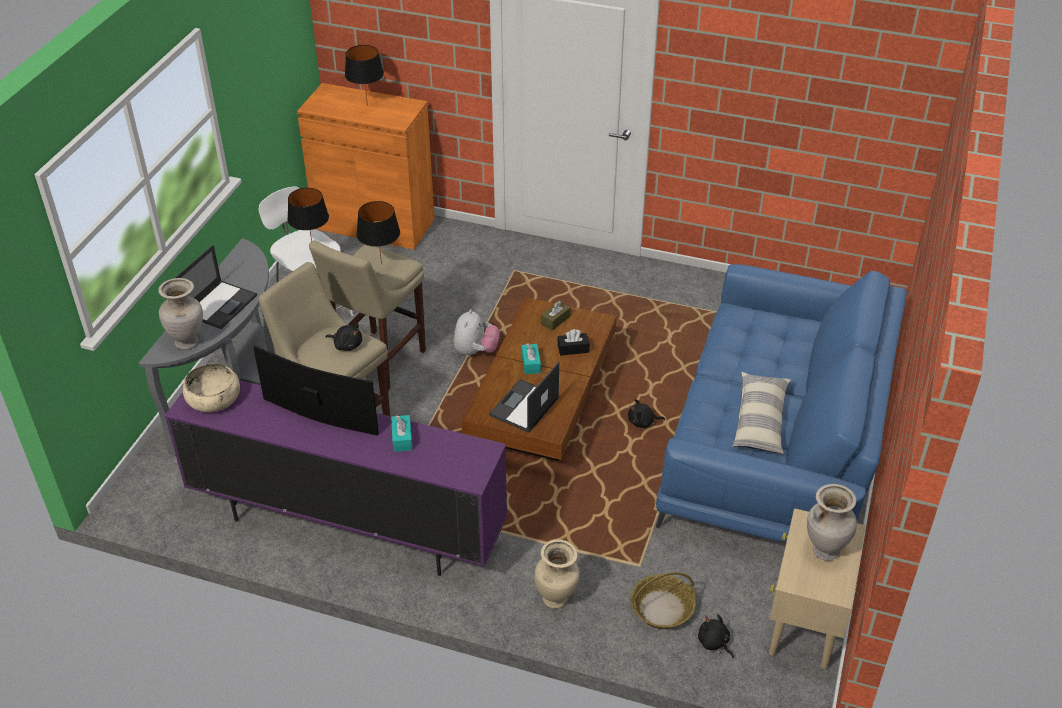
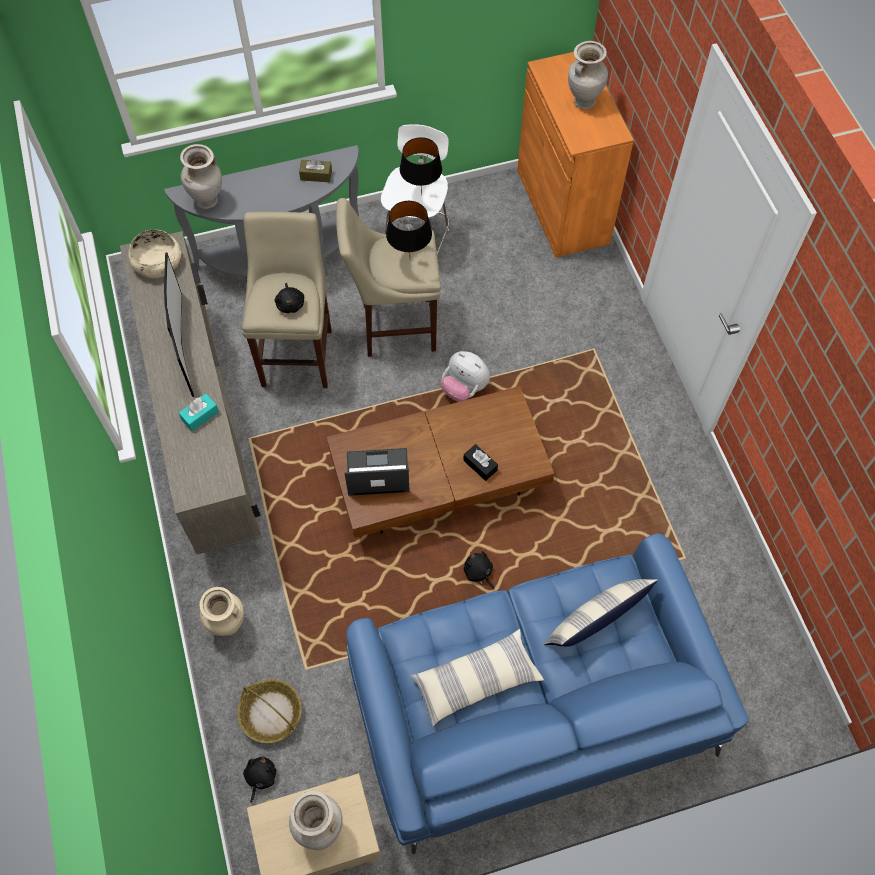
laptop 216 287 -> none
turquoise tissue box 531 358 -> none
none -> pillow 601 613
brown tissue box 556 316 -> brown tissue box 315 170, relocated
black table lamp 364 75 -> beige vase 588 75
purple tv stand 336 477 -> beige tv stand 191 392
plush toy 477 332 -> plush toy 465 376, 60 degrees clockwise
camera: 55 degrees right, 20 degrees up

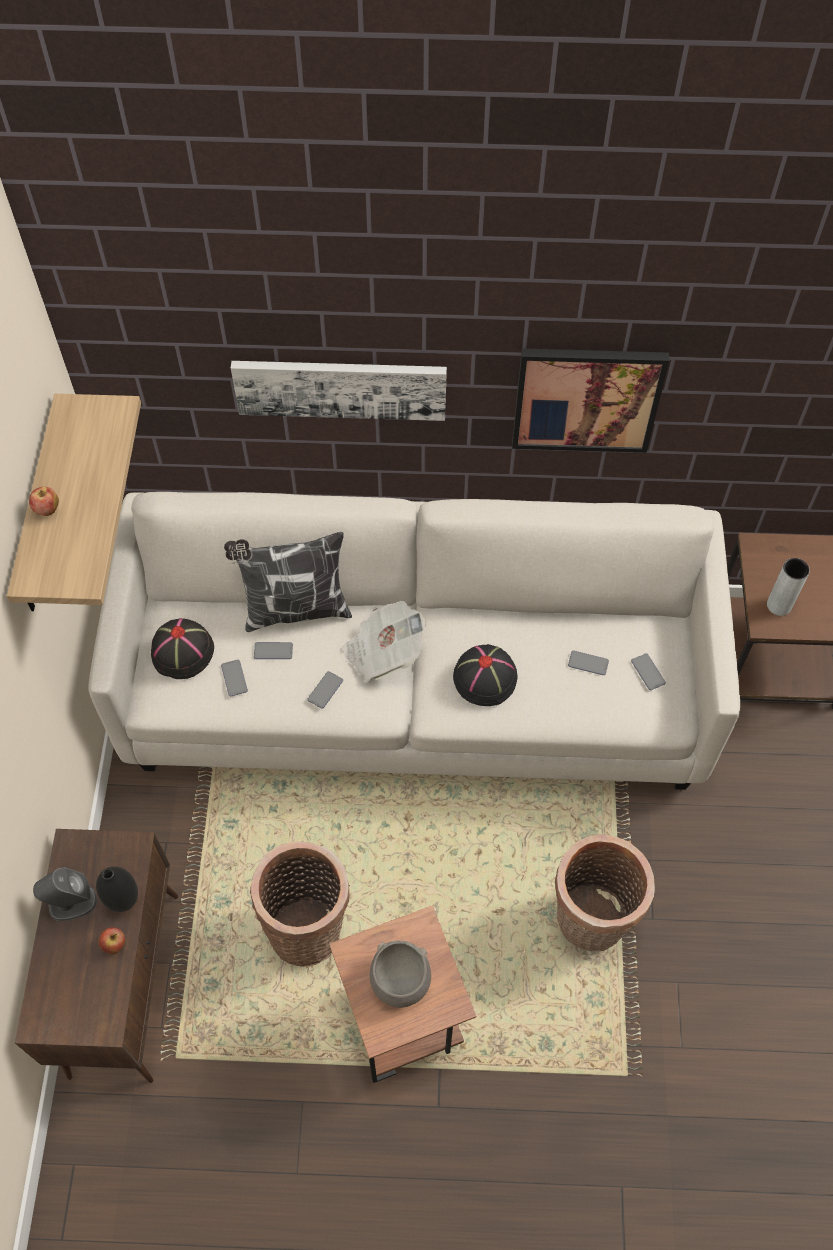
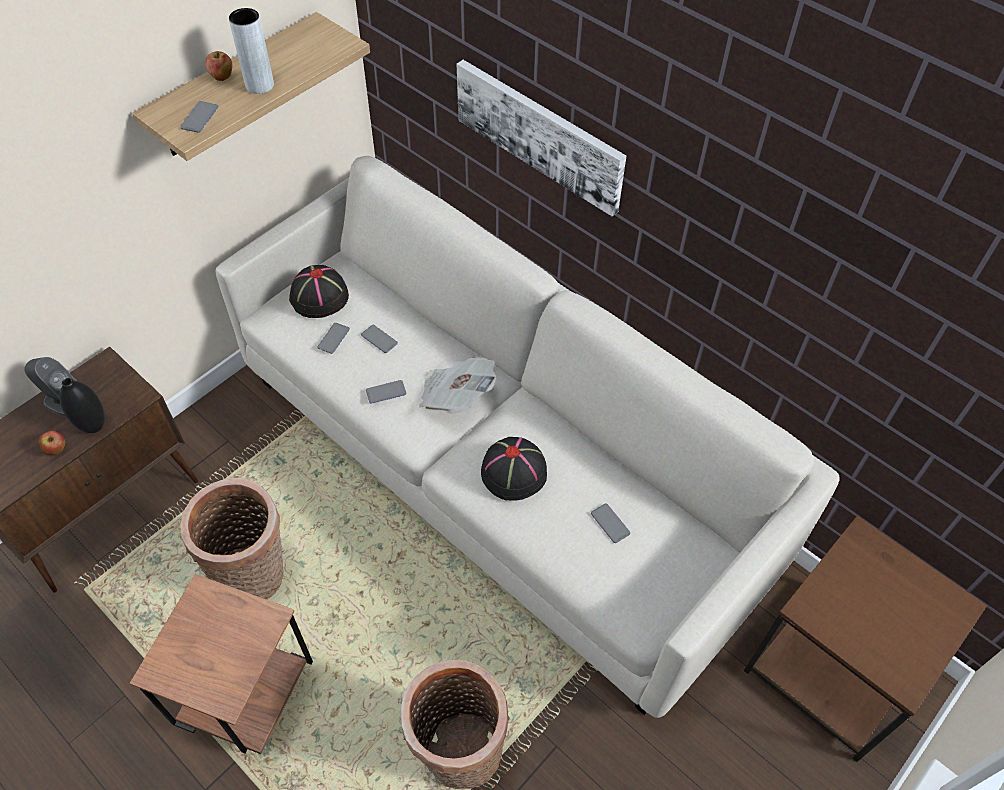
pillow 288 582 -> none
grey bowl 400 974 -> none
picture 590 400 -> none
phone 648 671 -> phone 199 117, relocated
grey vase 788 587 -> grey vase 251 51, relocated
camera: 40 degrees right, 5 degrees down

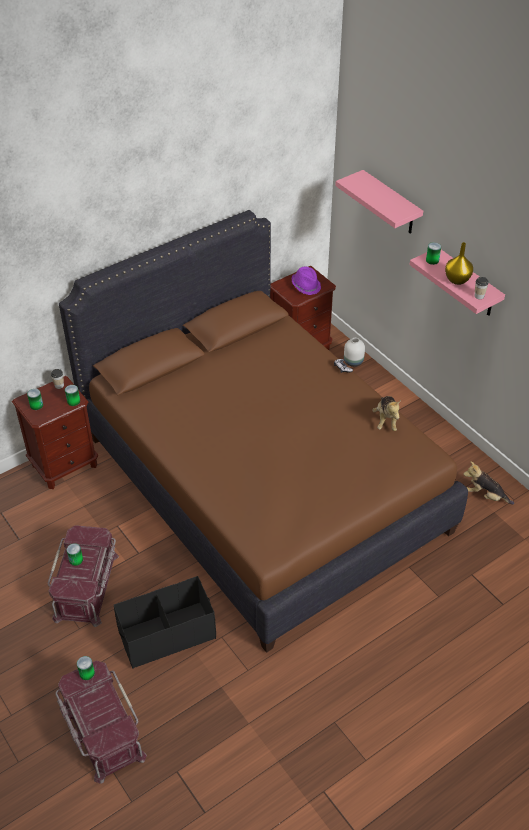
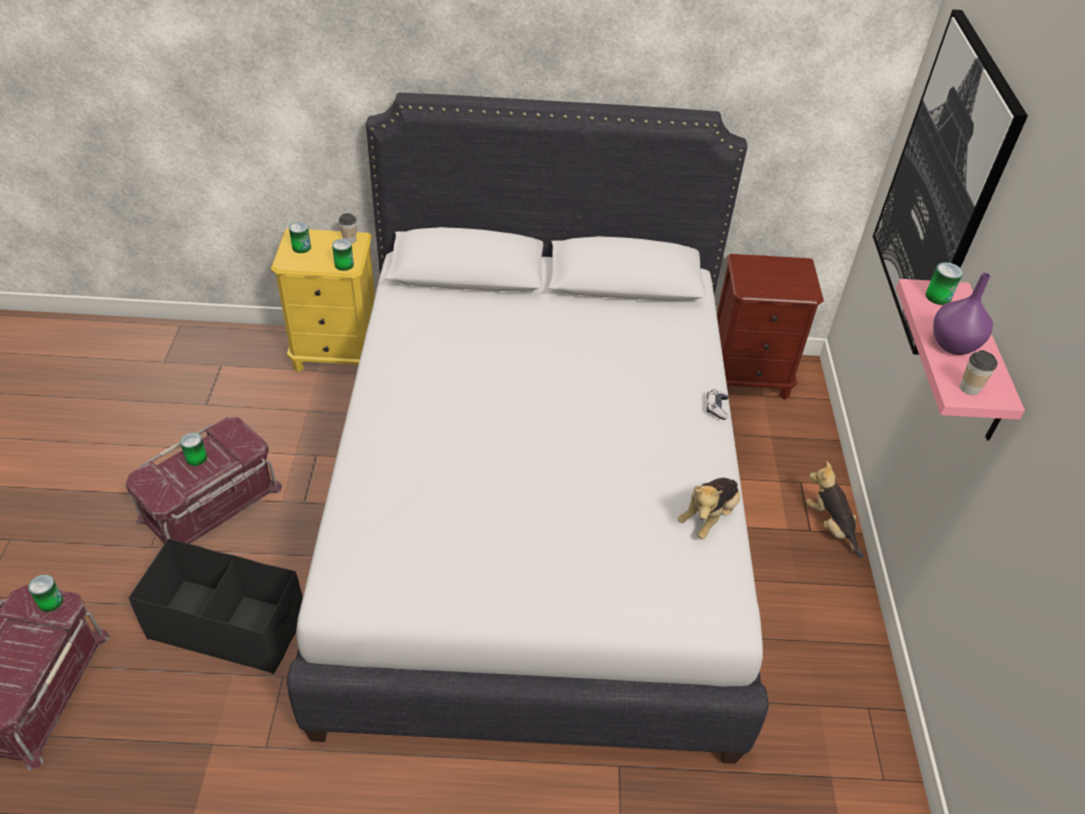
purple hat 306 281 -> none
white vase 354 352 -> none
plush toy 488 483 -> plush toy 835 509, relocated
pink shelf 379 202 -> picture 950 182
brown nightstand 55 432 -> yellow nightstand 323 300
brown bed 263 431 -> white bed 528 428
yellow vase 459 263 -> purple vase 963 314
camera: 35 degrees right, 0 degrees up

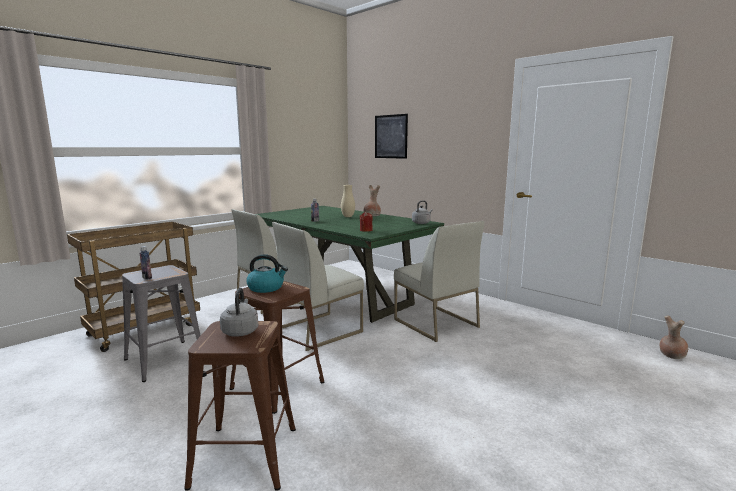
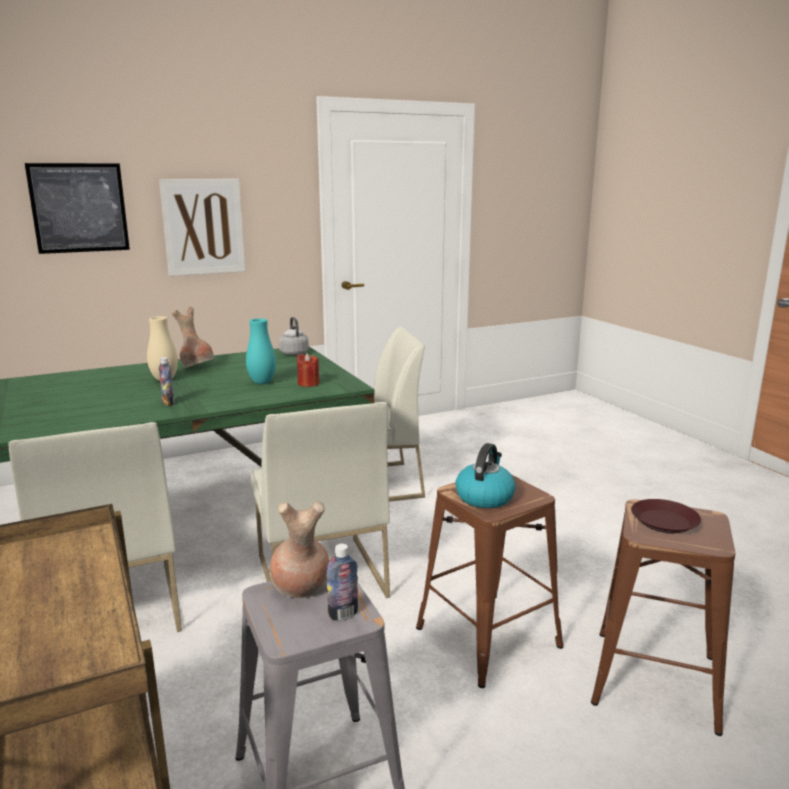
none -> picture 202 227
none -> turquoise vase 261 351
brown vase 674 337 -> brown vase 300 549, relocated
grey kettle 239 312 -> brown plate 666 516
camera: 70 degrees left, 5 degrees up

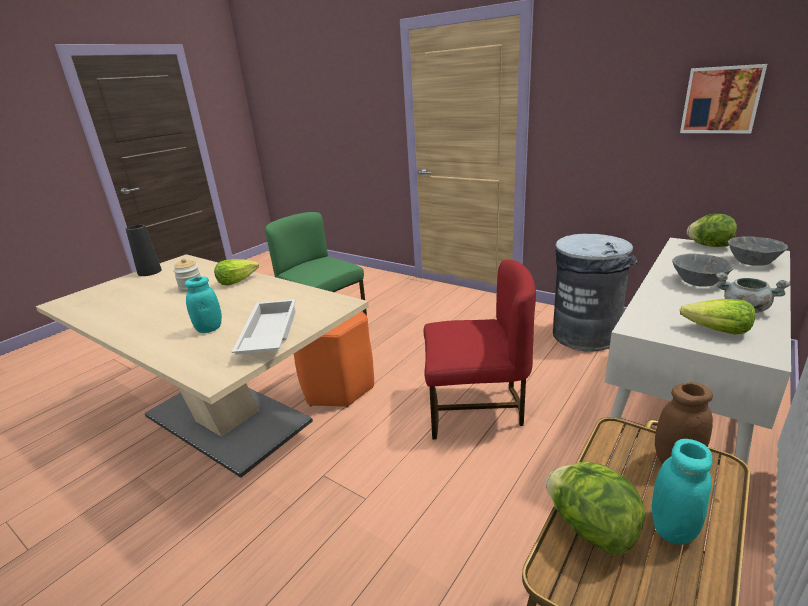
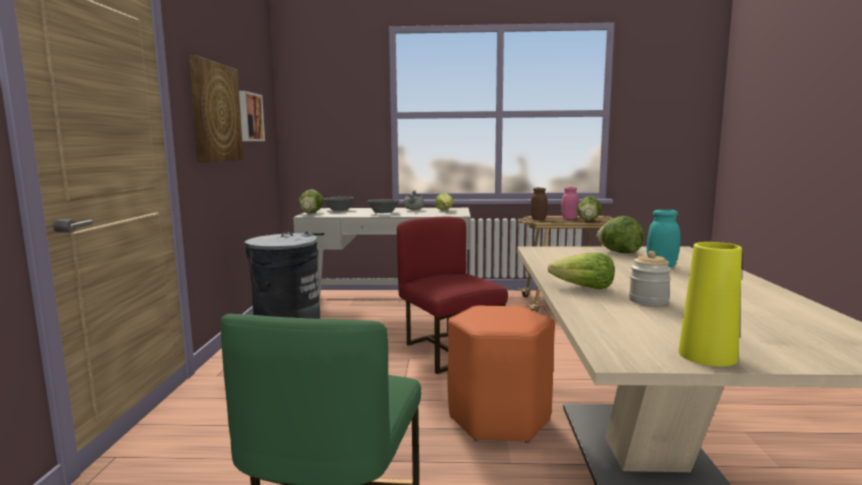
none -> picture 216 109
white tray 264 327 -> lettuce 620 234
black vase 144 250 -> yellow vase 710 304
turquoise jar 682 492 -> pink jar 570 203
camera: 125 degrees left, 15 degrees down

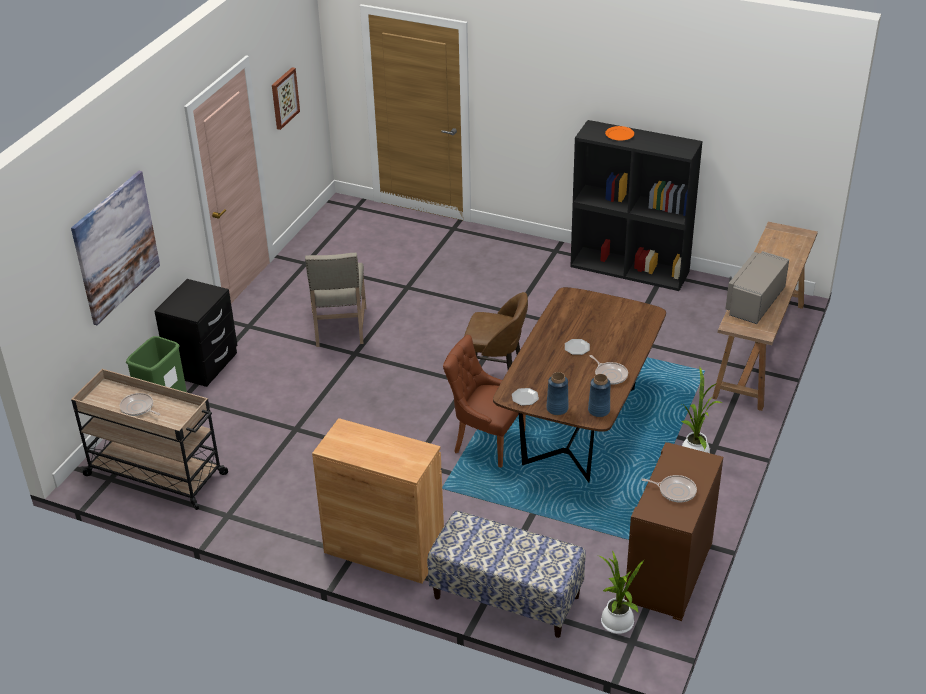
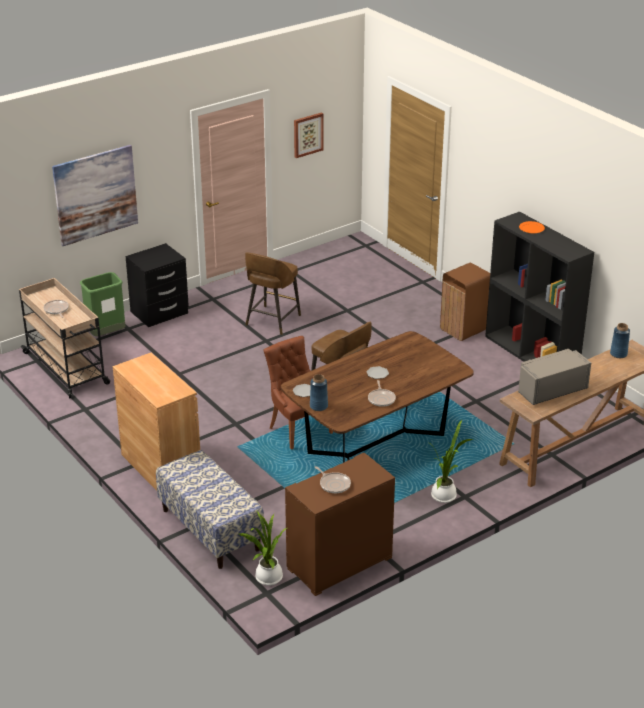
none -> brown trash can 465 302
blue vase 599 395 -> blue vase 620 340, relocated
beige chair 335 300 -> brown stool 273 293
camera: 30 degrees right, 5 degrees down

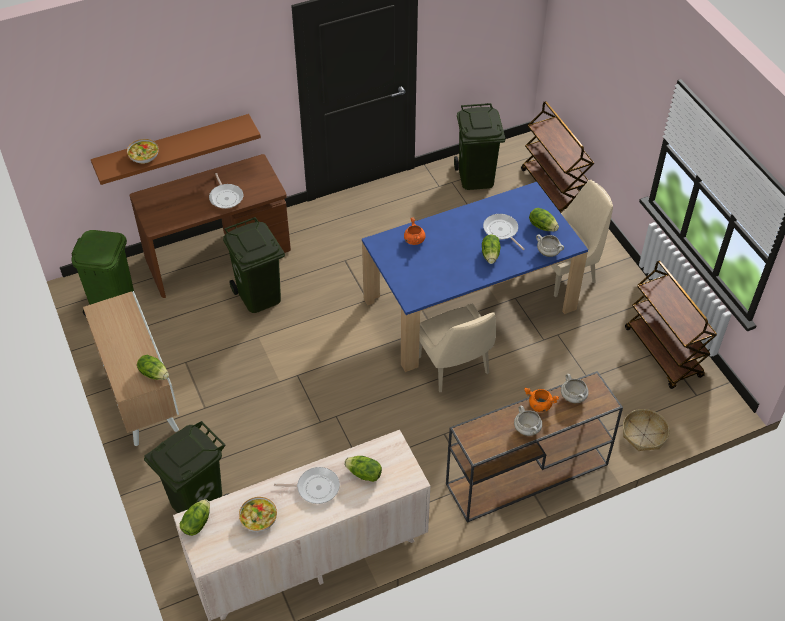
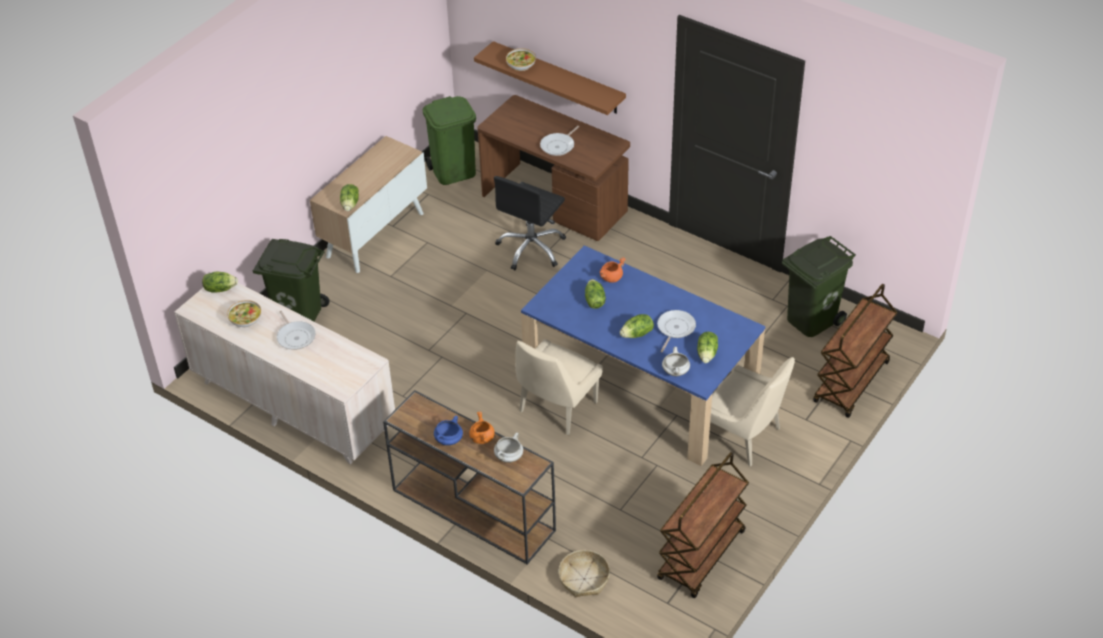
lettuce 363 469 -> lettuce 595 294, relocated
green trash can 254 265 -> black office chair 530 223
white cooking pot 528 421 -> blue cooking pot 448 431
camera: 60 degrees right, 5 degrees down

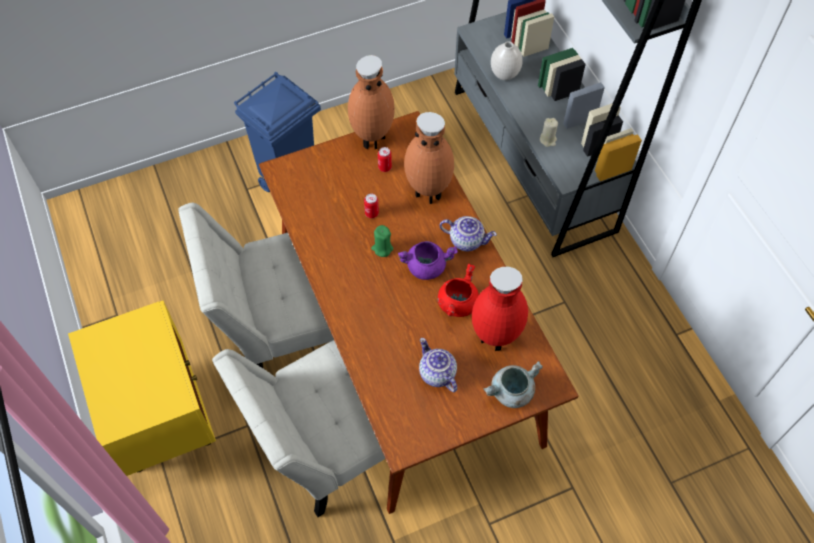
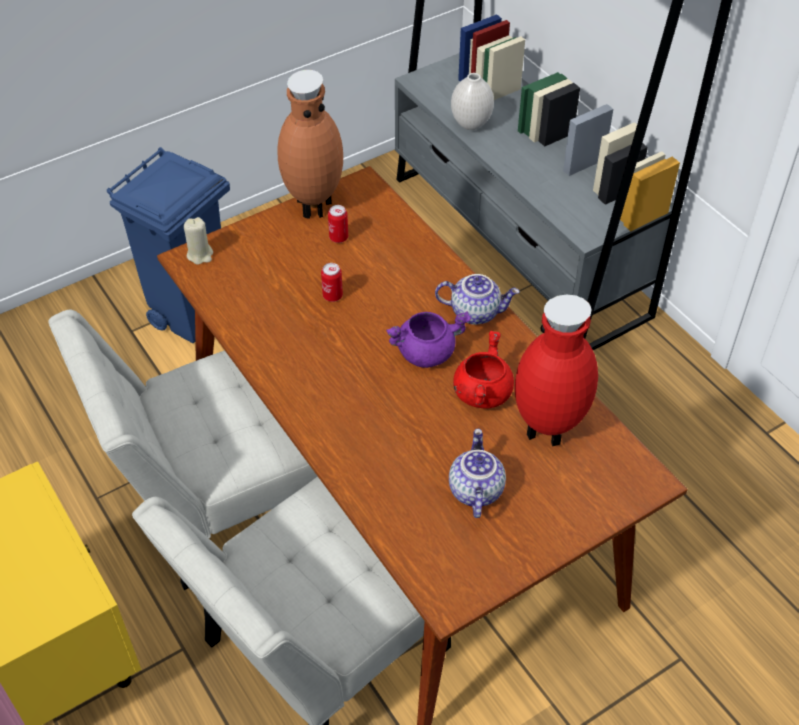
green candle 382 241 -> none
brown vase 429 158 -> none
grey cooking pot 513 384 -> none
beige candle 549 132 -> beige candle 198 241, relocated
teapot 438 365 -> teapot 477 473, 45 degrees clockwise
camera: 10 degrees left, 10 degrees down

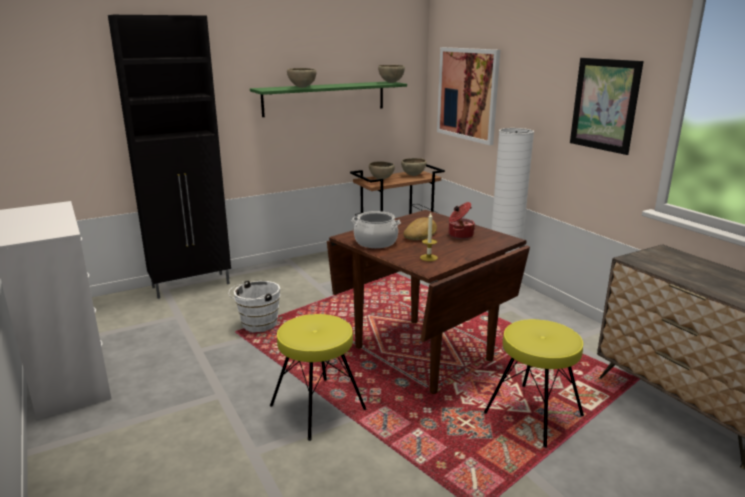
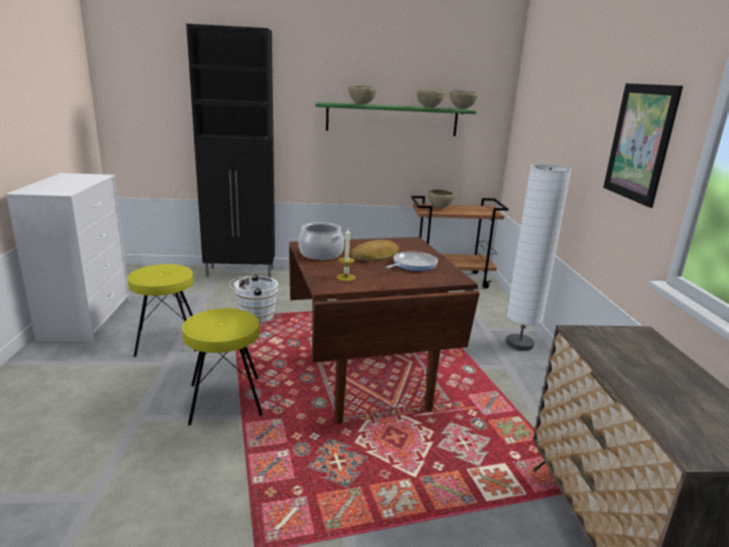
picture 468 96 -> none
brown bowl 414 167 -> brown bowl 431 98, relocated
yellow stool 534 383 -> yellow stool 162 310, relocated
cooking pot 462 220 -> frying pan 412 261
camera: 25 degrees right, 0 degrees up

